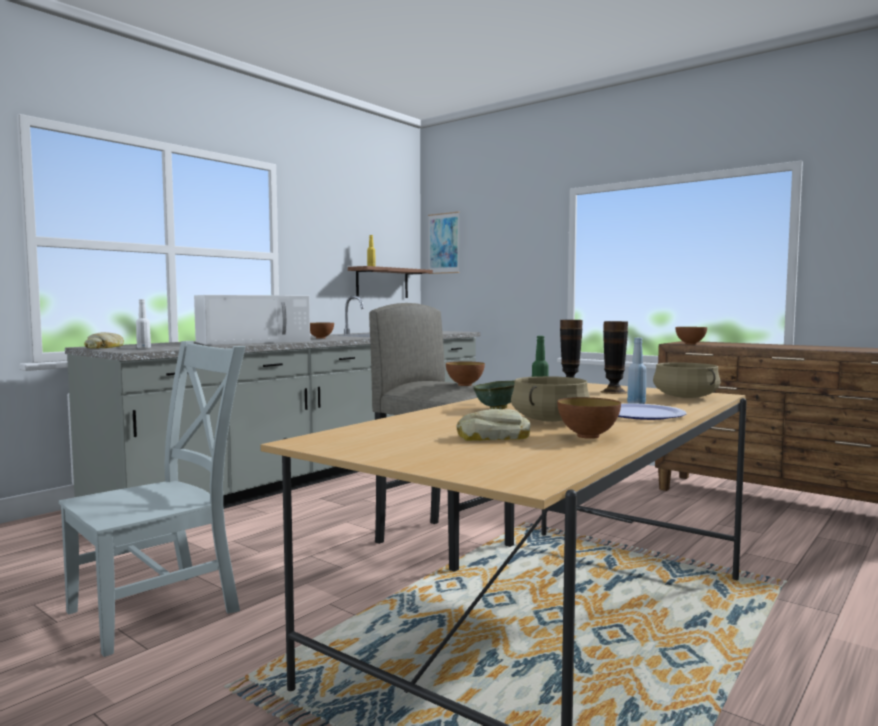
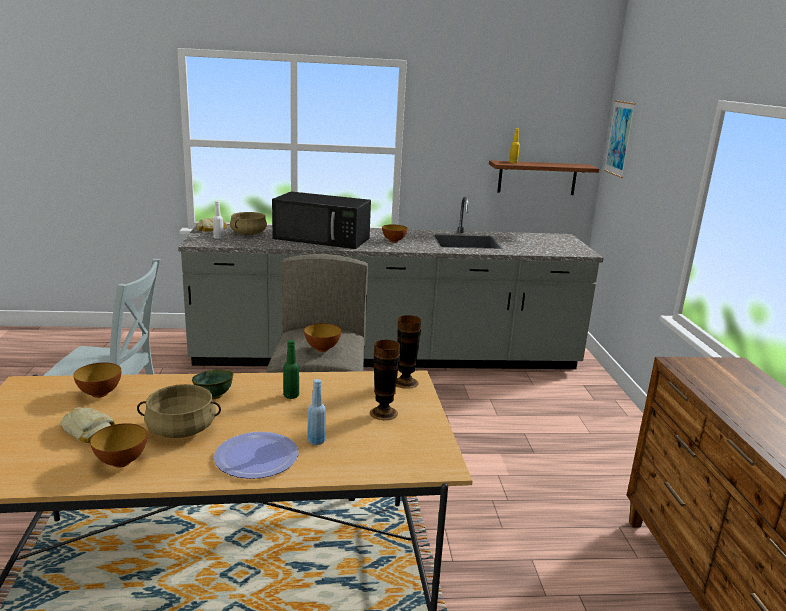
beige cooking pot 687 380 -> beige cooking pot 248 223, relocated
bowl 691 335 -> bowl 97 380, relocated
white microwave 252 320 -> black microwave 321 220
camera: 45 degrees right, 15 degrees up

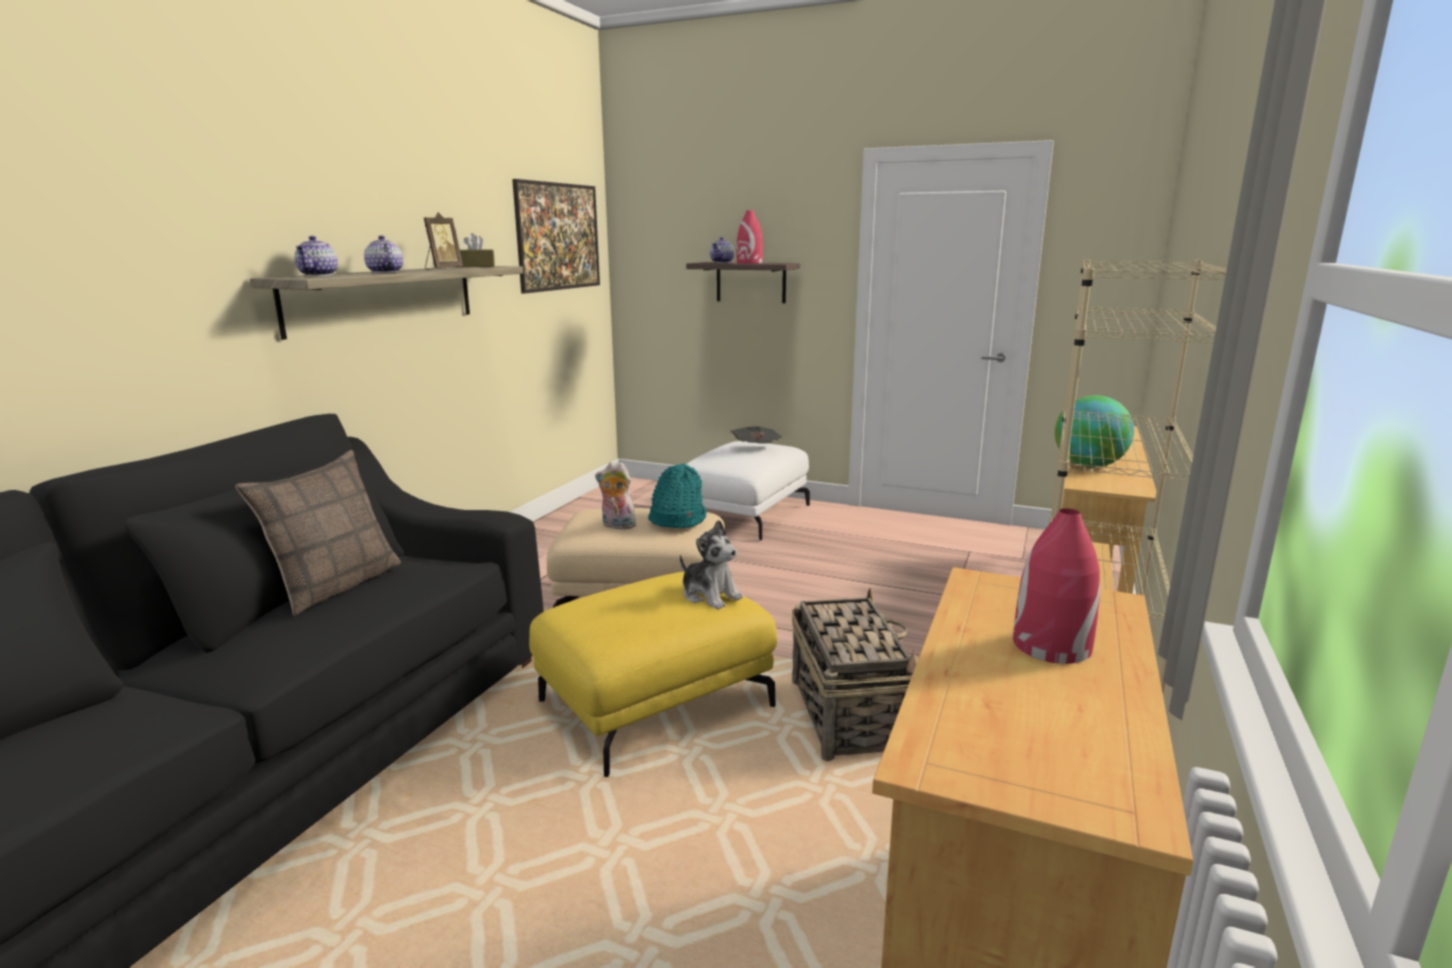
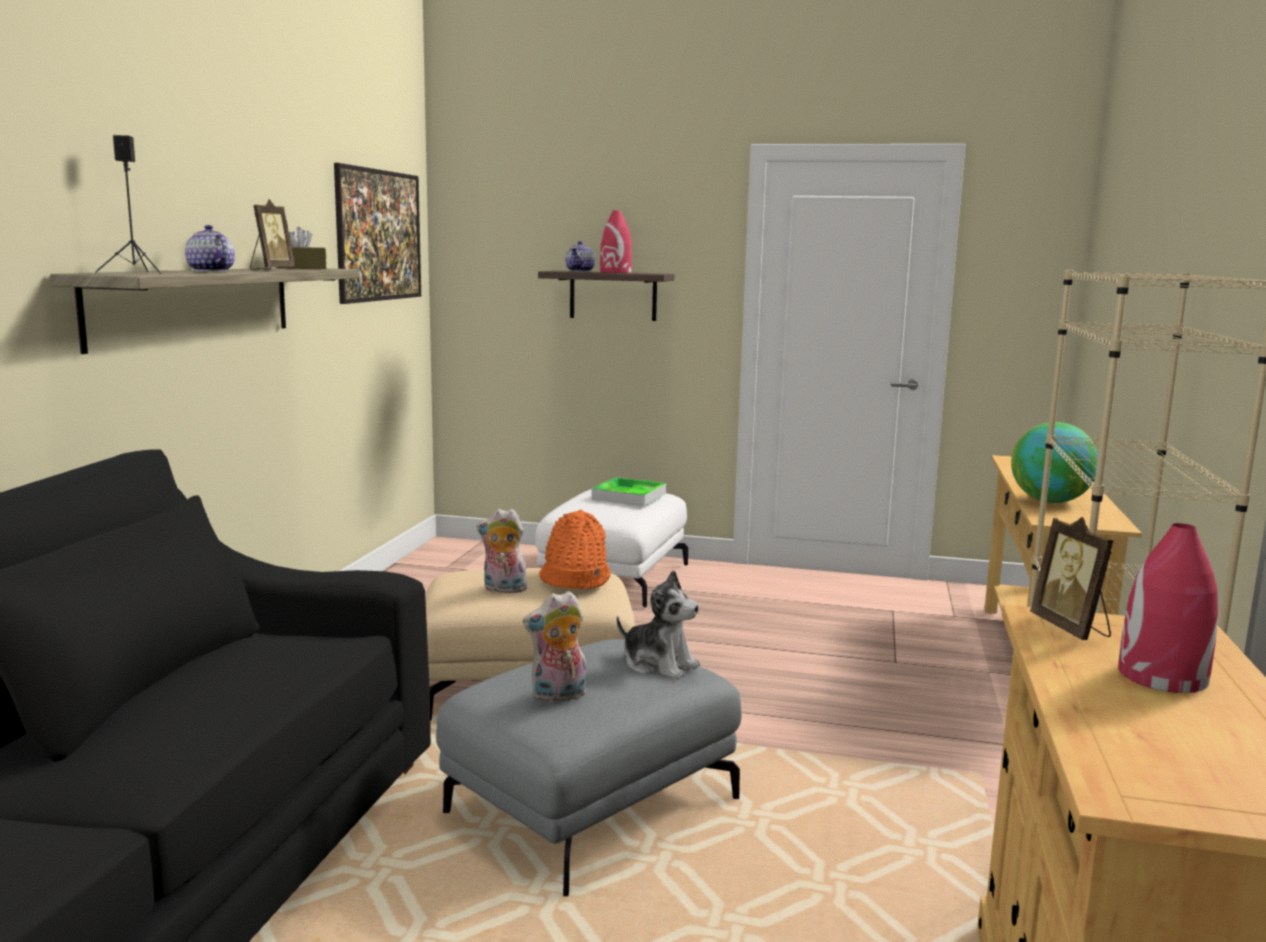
pillow 318 533 -> none
basket 854 674 -> none
none -> plush toy 554 647
none -> picture frame 1071 578
teapot 316 256 -> black speaker 128 204
newspaper 755 435 -> tray 628 491
yellow ottoman 653 674 -> grey ottoman 589 767
turquoise hat 677 495 -> orange hat 575 549
camera: 10 degrees left, 5 degrees down

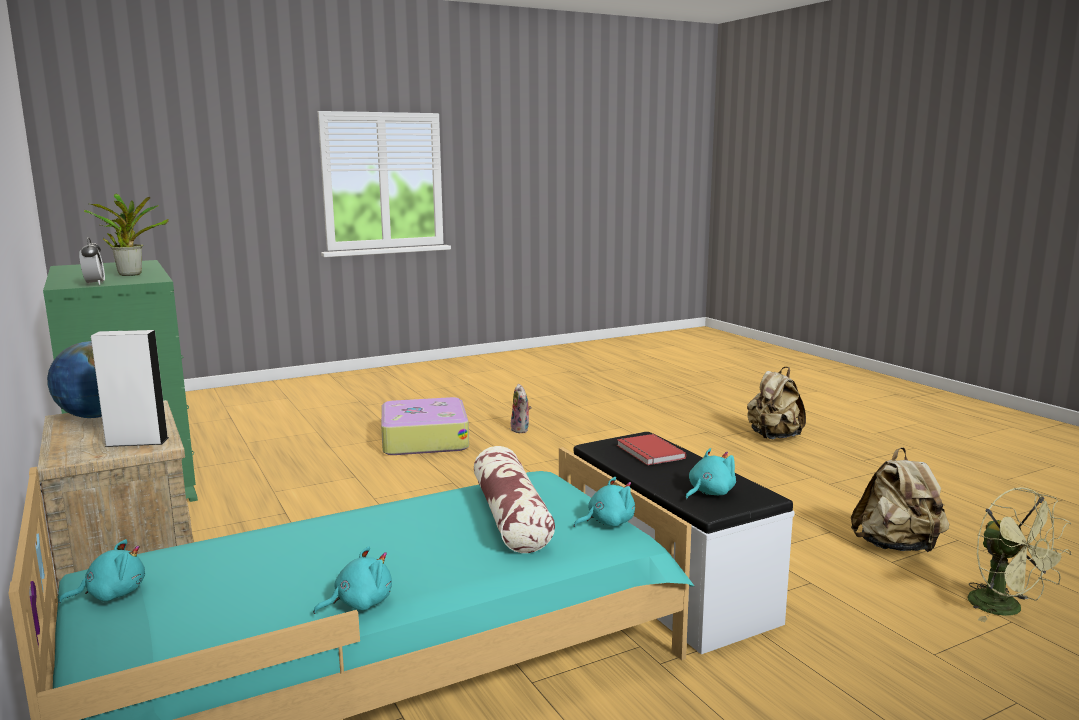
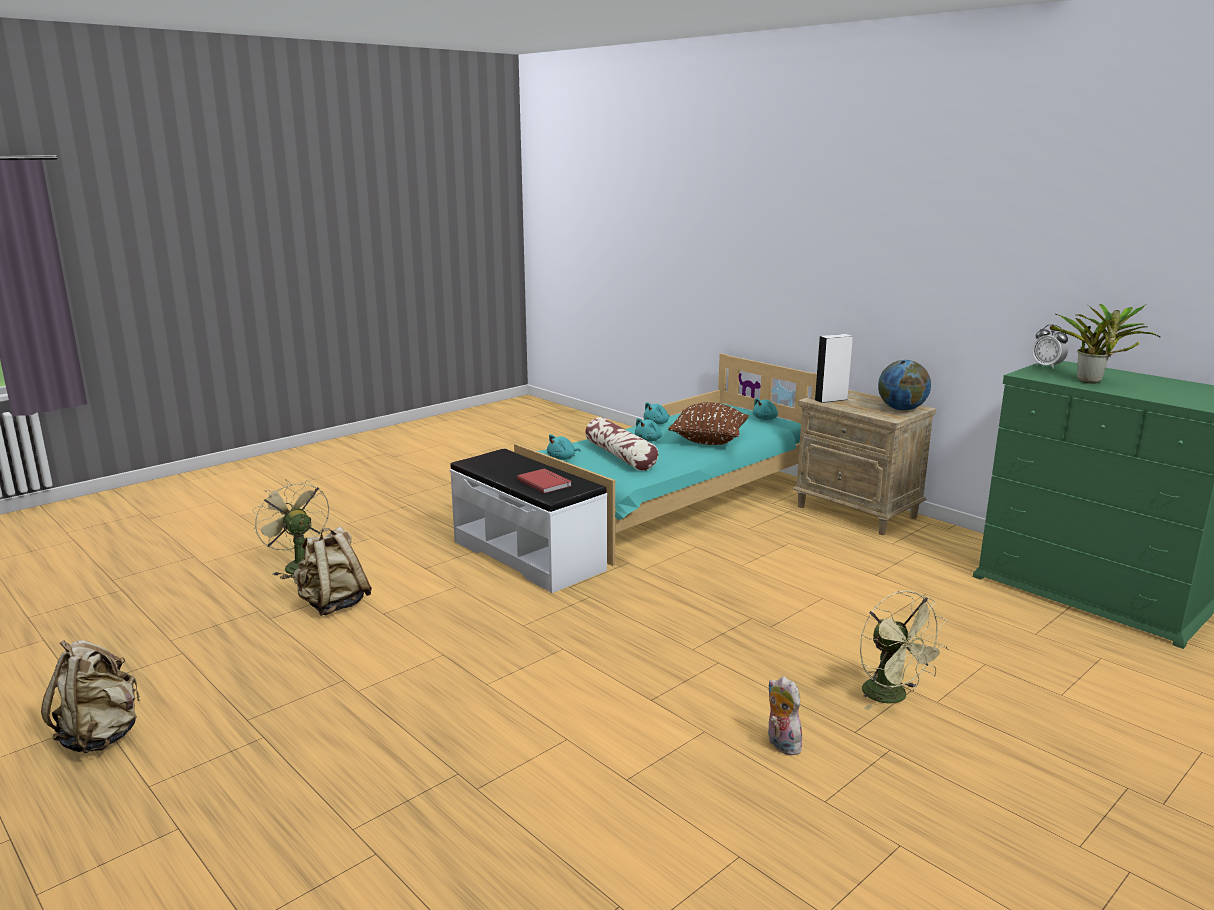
none -> brown pillow 708 423
turquoise plush toy 710 474 -> turquoise plush toy 648 429, relocated
beige backpack 776 403 -> beige backpack 91 696, relocated
suitcase 425 426 -> green fan 904 650
camera: 165 degrees right, 5 degrees up

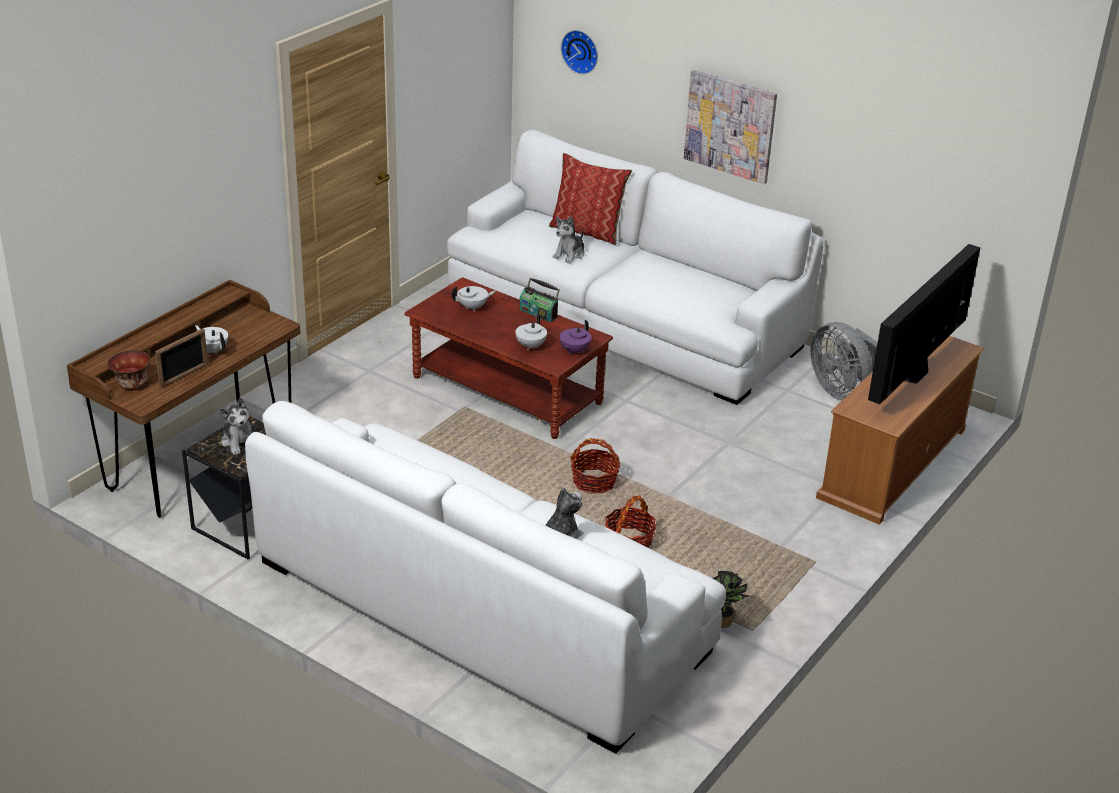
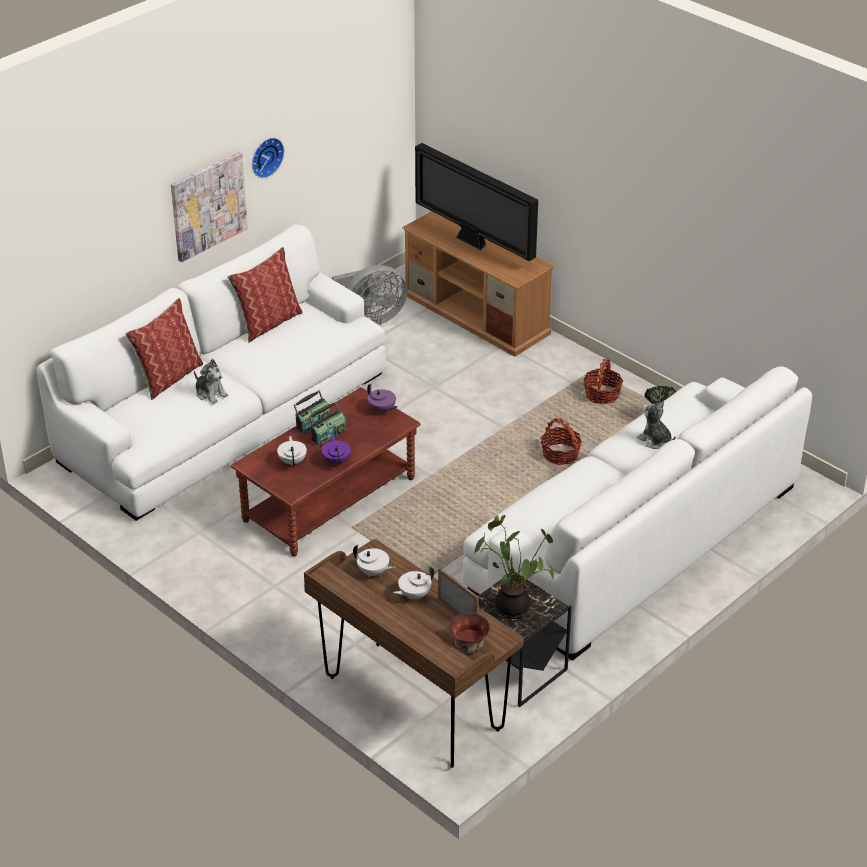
none -> pillow 265 295
none -> radio 327 424
none -> purple teapot 336 451
white teapot 531 332 -> white teapot 374 561, relocated
wall clock 579 52 -> wall clock 268 158, relocated
basket 595 466 -> basket 603 381, relocated
plush toy 236 426 -> potted plant 514 567
camera: 80 degrees left, 5 degrees up

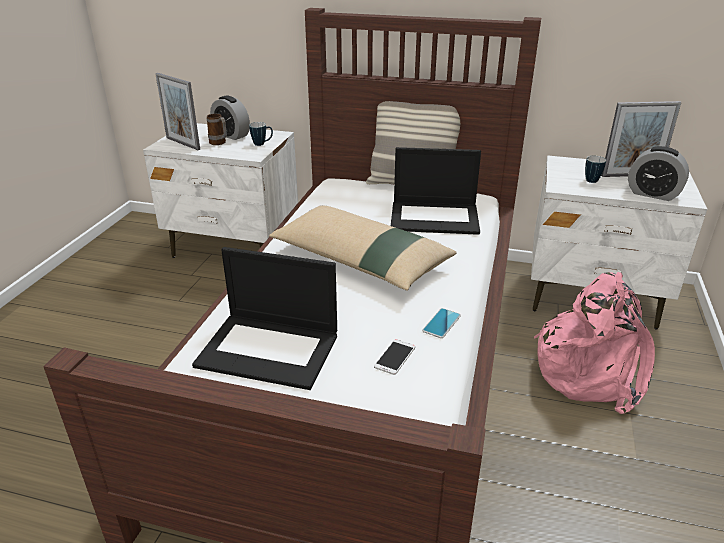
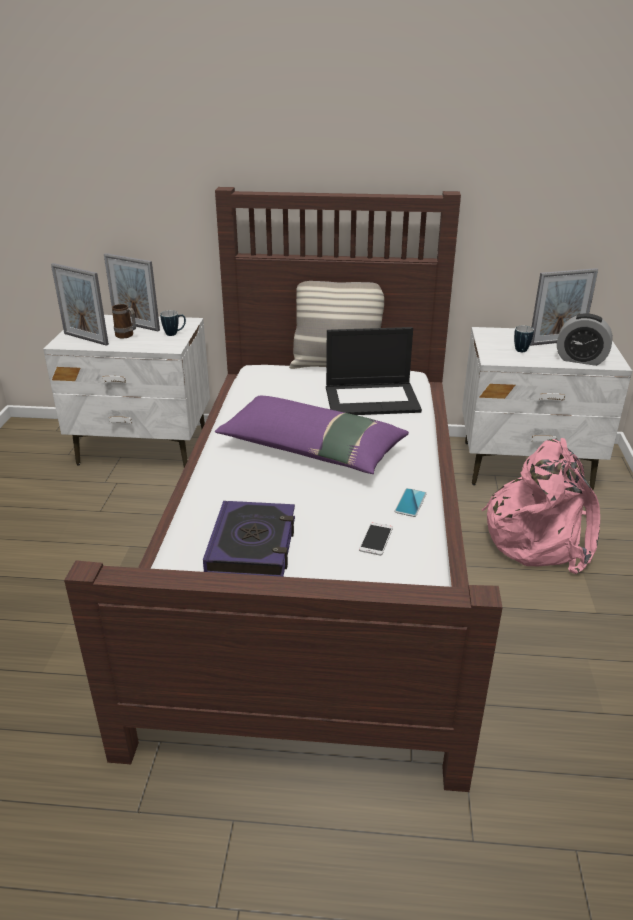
laptop 264 318 -> book 249 539
alarm clock 230 118 -> picture frame 132 292
beige pillow 363 248 -> purple pillow 312 435
camera: 10 degrees left, 0 degrees up

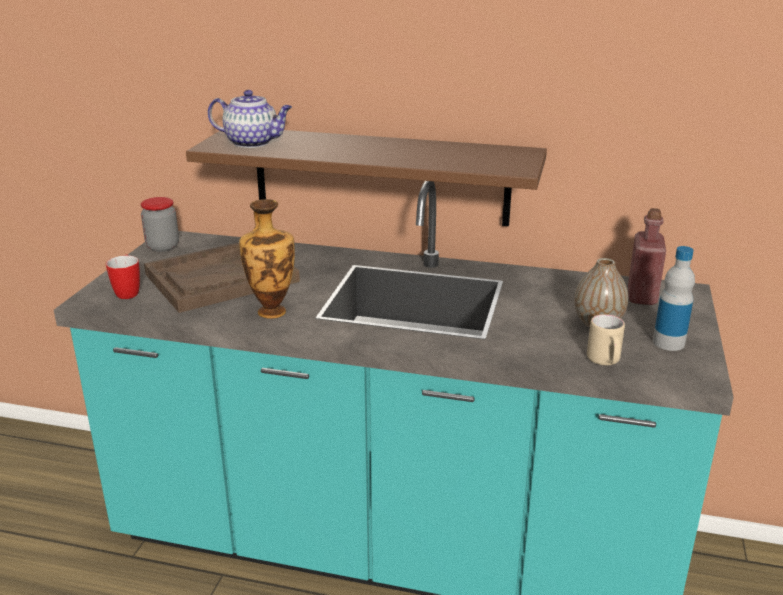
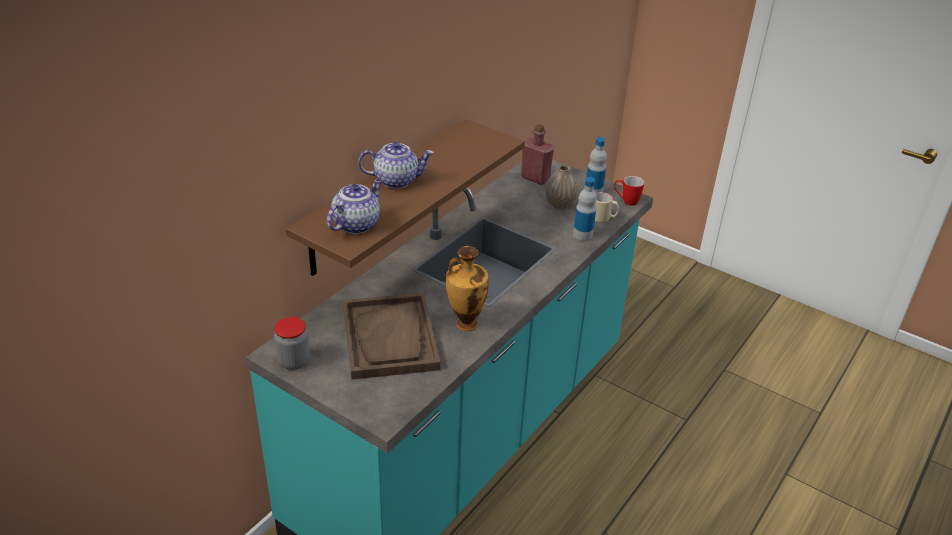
none -> teapot 396 165
none -> bottle 585 209
mug 123 277 -> mug 629 191, relocated
camera: 70 degrees left, 10 degrees up

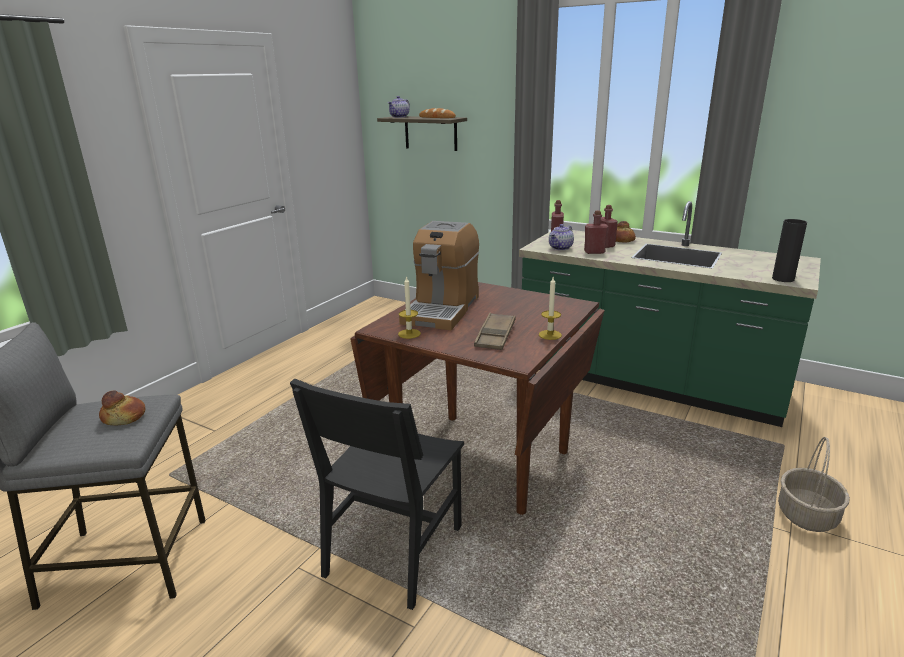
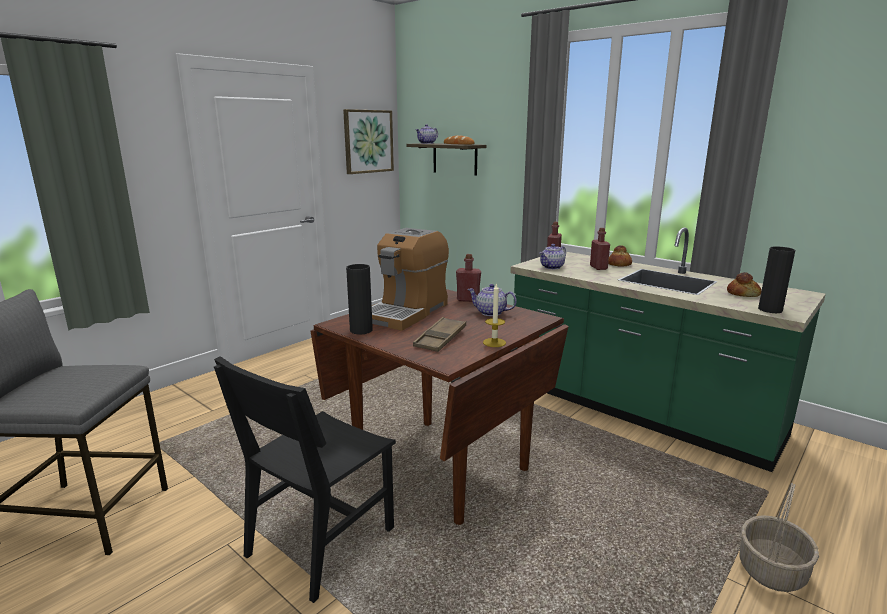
none -> picture 368 141
none -> teapot 492 300
bread 122 408 -> bread 744 284, relocated
red bottle 596 232 -> red bottle 468 278, relocated
candle 409 307 -> black vase 359 299
camera: 10 degrees right, 5 degrees down

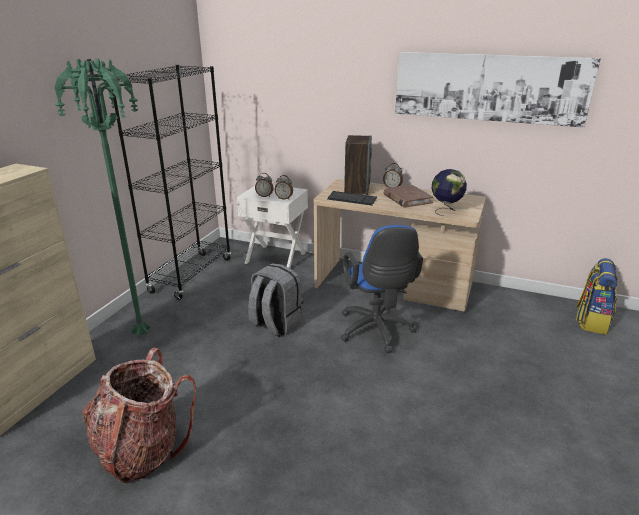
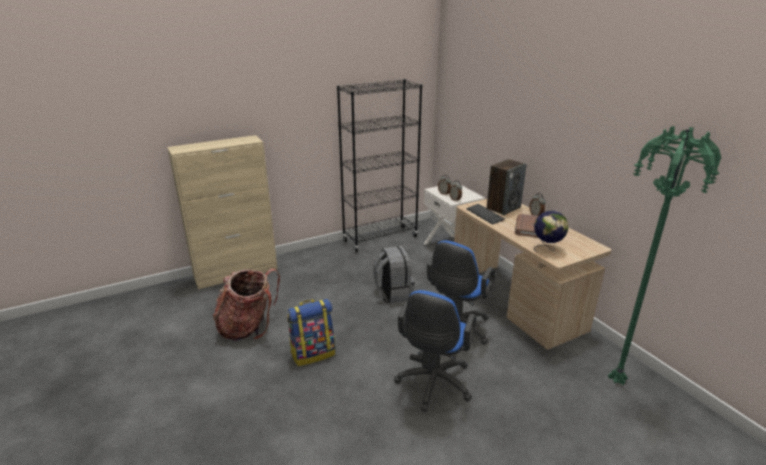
picture 498 90 -> none
none -> blue office chair 435 351
green floor lamp 102 197 -> green floor lamp 664 255, relocated
backpack 597 296 -> backpack 311 332, relocated
camera: 40 degrees right, 0 degrees up

